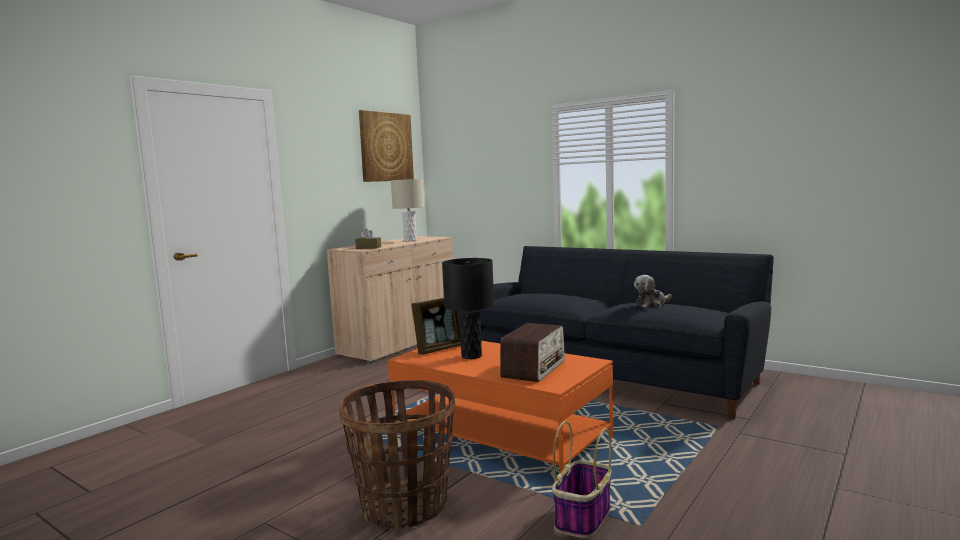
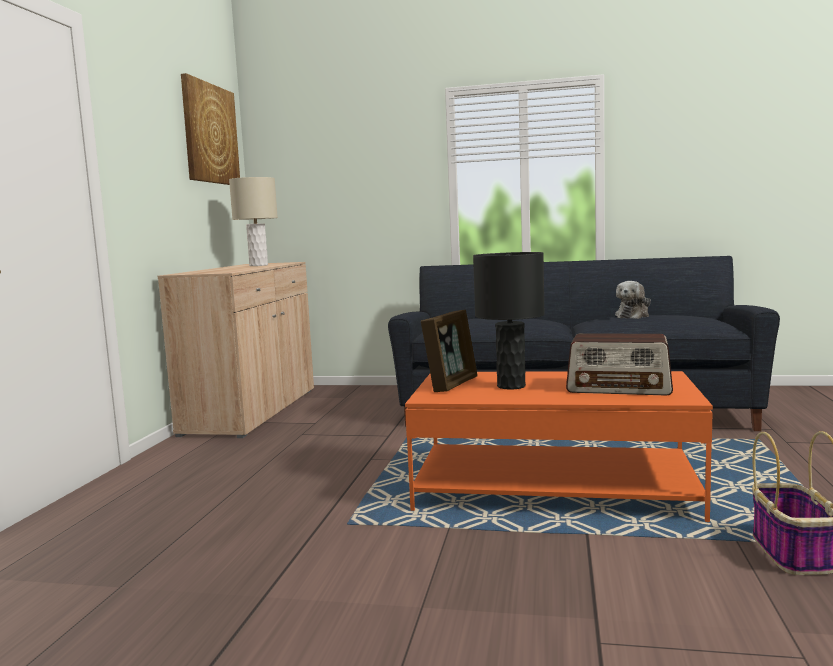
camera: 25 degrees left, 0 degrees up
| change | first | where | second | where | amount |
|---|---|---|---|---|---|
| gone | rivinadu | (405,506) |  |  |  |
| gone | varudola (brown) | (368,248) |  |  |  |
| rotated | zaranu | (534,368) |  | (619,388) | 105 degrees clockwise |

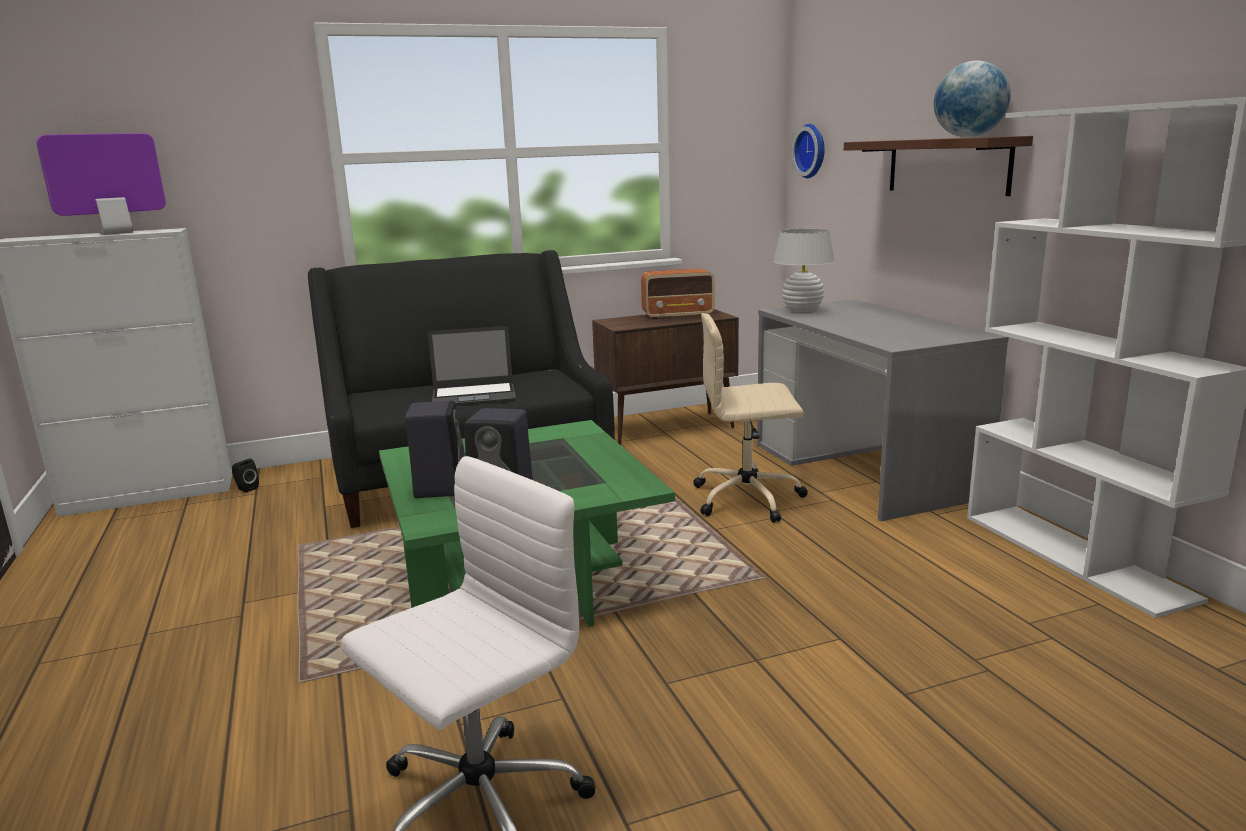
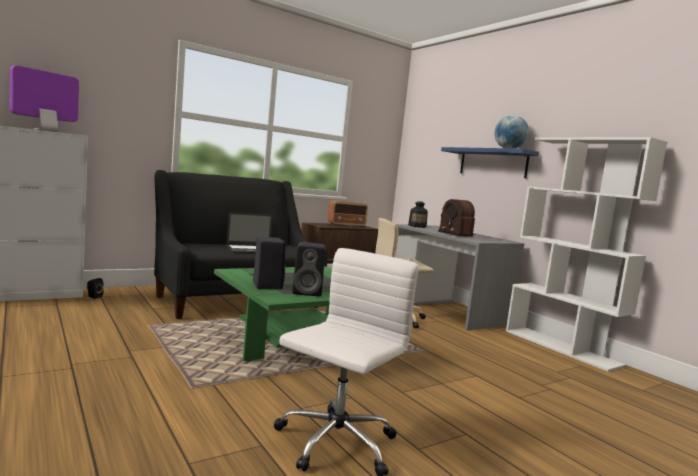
camera: 15 degrees left, 10 degrees down
| change | first | where | second | where | amount |
|---|---|---|---|---|---|
| swapped | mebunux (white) | (802,310) | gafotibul | (417,226) |  |
| gone | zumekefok | (812,151) |  |  |  |
| repainted | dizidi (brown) | (947,166) | dizidi (blue) | (493,163) |  |
| new |  |  | zaranu | (456,234) |  |

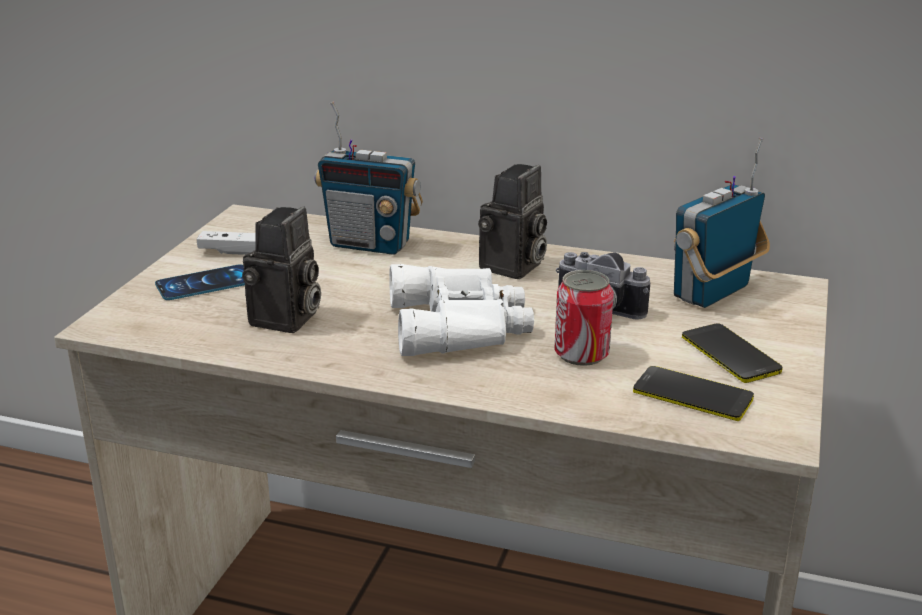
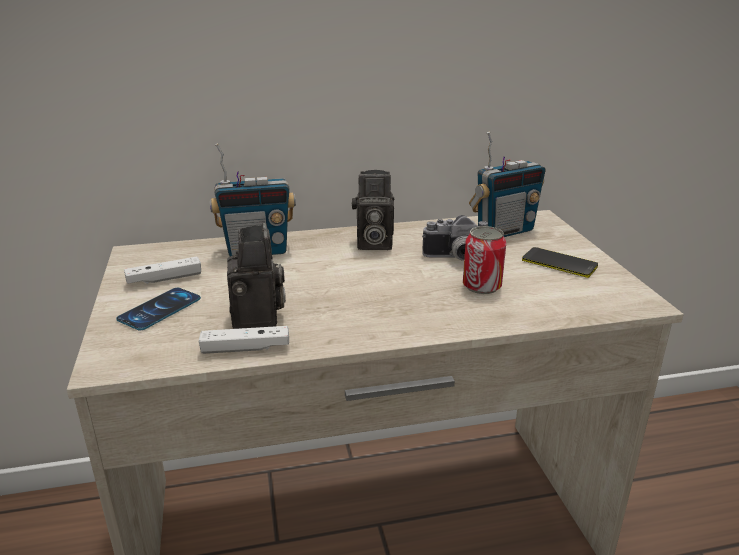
camera: 30 degrees left, 0 degrees up
| change | first | where | second | where | amount |
|---|---|---|---|---|---|
| gone | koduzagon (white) | (462,325) |  |  |  |
| rotated | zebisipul | (512,268) |  | (372,244) | 90 degrees clockwise |
| gone | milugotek | (692,395) |  |  |  |
| rotated | zaranu | (713,293) |  | (504,231) | 135 degrees counterclockwise |
| new |  |  | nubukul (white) | (245,348) |  |

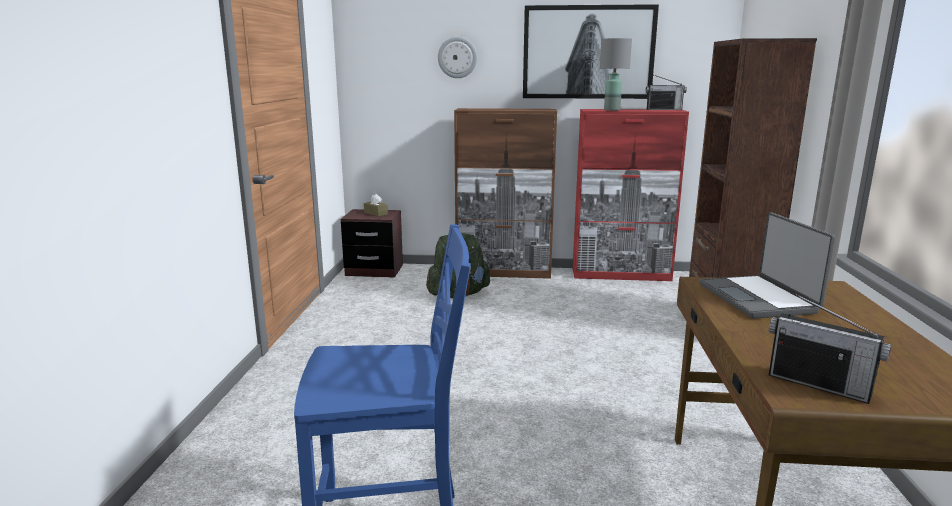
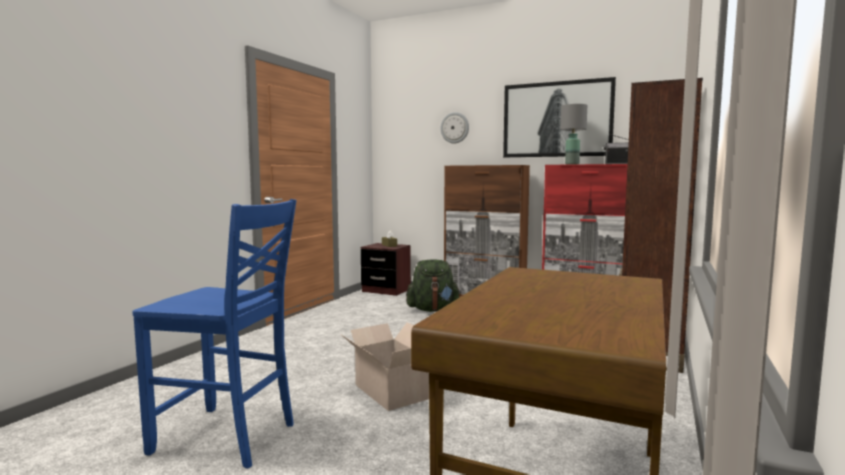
camera: 20 degrees right, 10 degrees down
| change | first | where | second | where | amount |
|---|---|---|---|---|---|
| gone | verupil | (759,298) |  |  |  |
| gone | zaranu | (819,384) |  |  |  |
| new |  |  | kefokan | (391,390) |  |

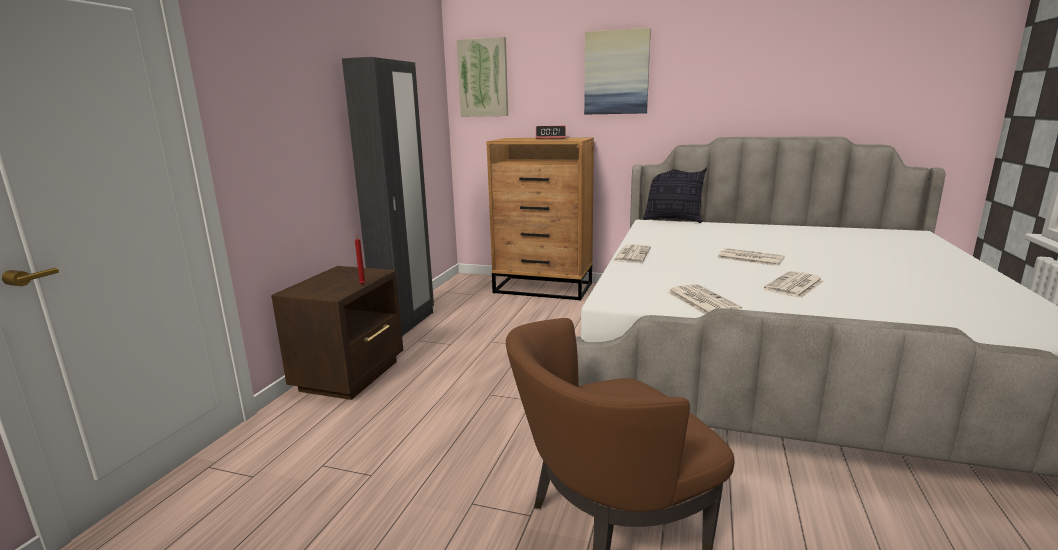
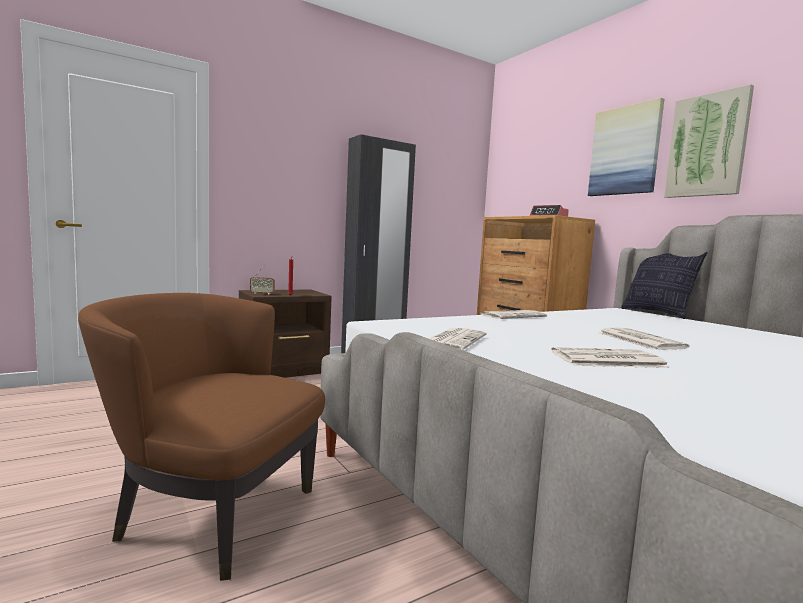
camera: 40 degrees right, 10 degrees down
| change | first | where | second | where | amount |
|---|---|---|---|---|---|
| shifted | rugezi | (483,78) |  | (707,145) |  |
| new |  |  | zaranu | (262,293) |  |

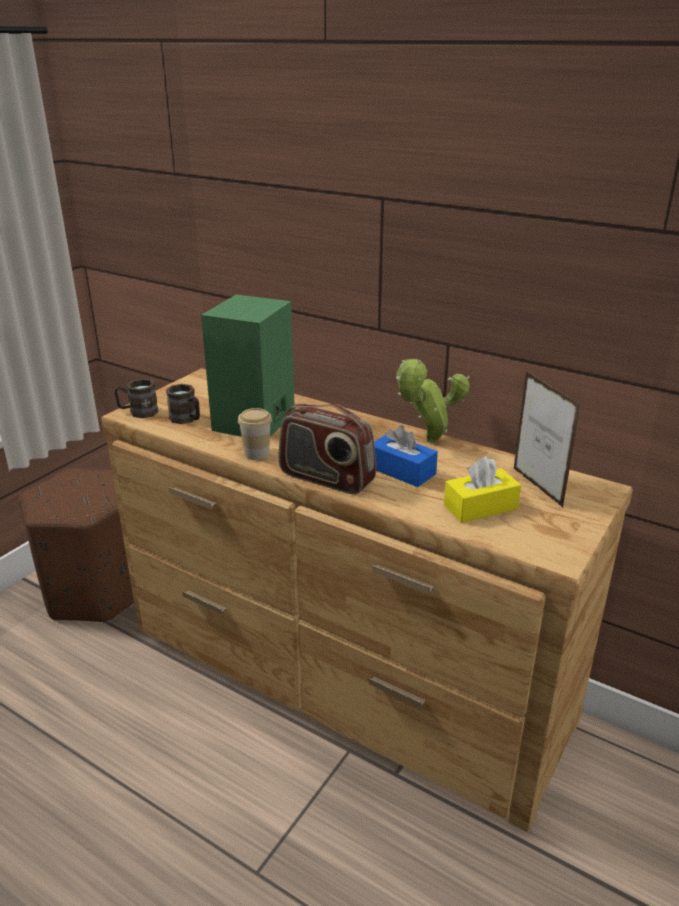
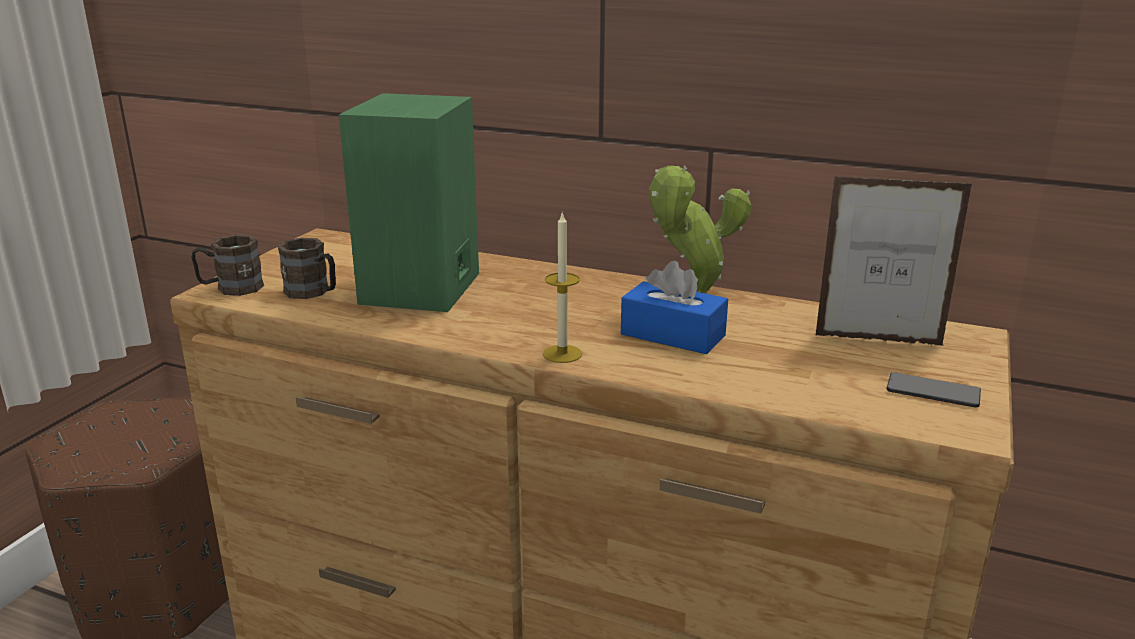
camera: 10 degrees left, 5 degrees down
| change | first | where | second | where | amount |
|---|---|---|---|---|---|
| gone | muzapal | (256,453) |  |  |  |
| swapped | zaranu | (326,478) | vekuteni | (562,354) |  |
| gone | varudola (yellow) | (480,507) |  |  |  |
| rotated | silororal | (536,487) |  | (878,340) | 135 degrees clockwise |
| new |  |  | milugotek | (933,392) |  |

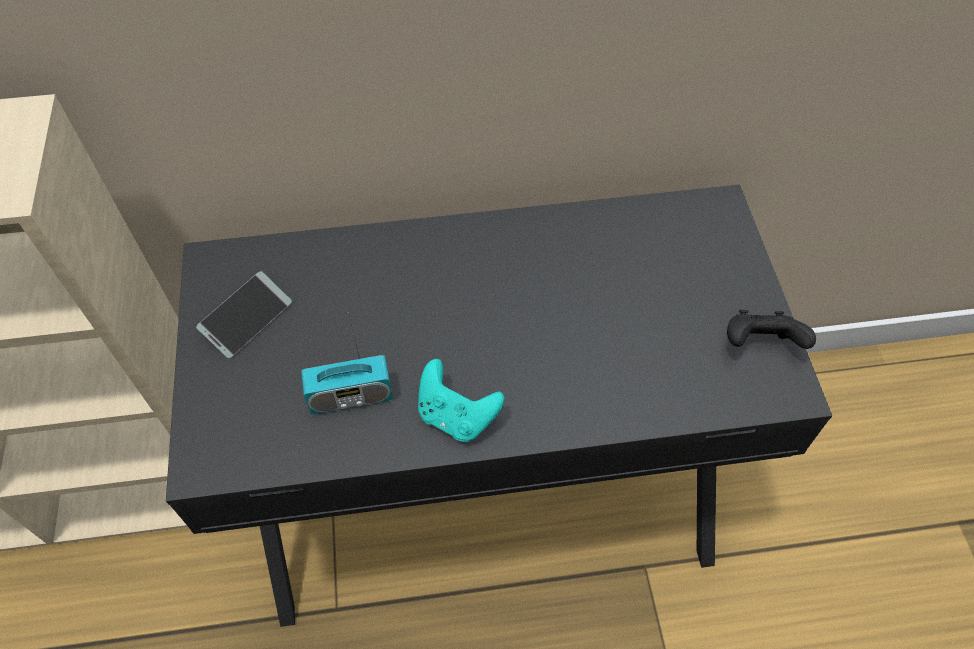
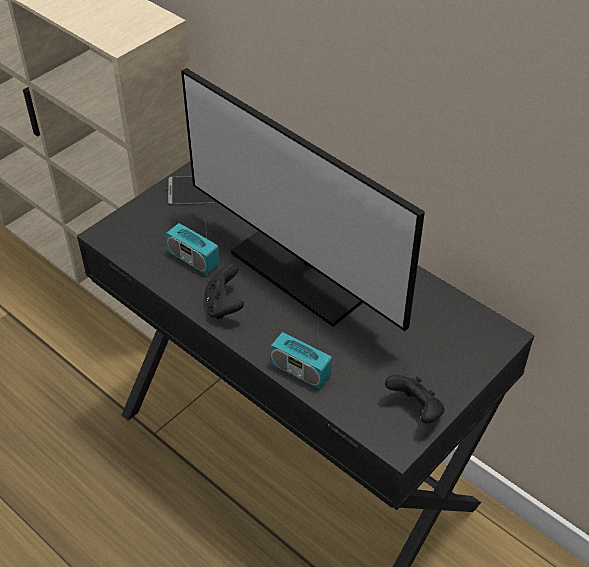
camera: 50 degrees right, 10 degrees down
| change | first | where | second | where | amount |
|---|---|---|---|---|---|
| repainted | nubukul (turquoise) | (456,416) | nubukul (black) | (224,306) |  |
| new |  |  | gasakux | (303,272) |  |
| new |  |  | zaranu | (300,371) |  |

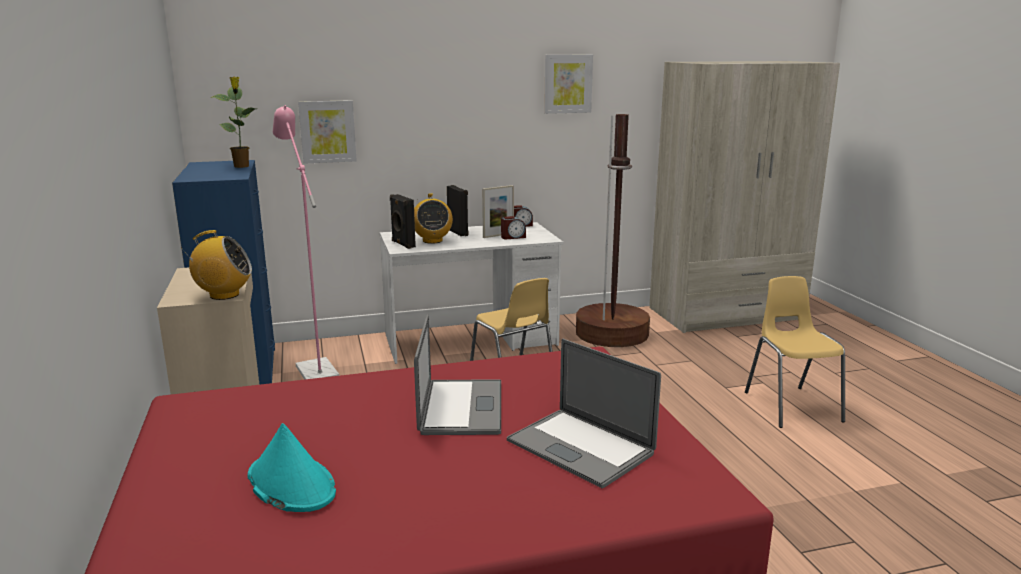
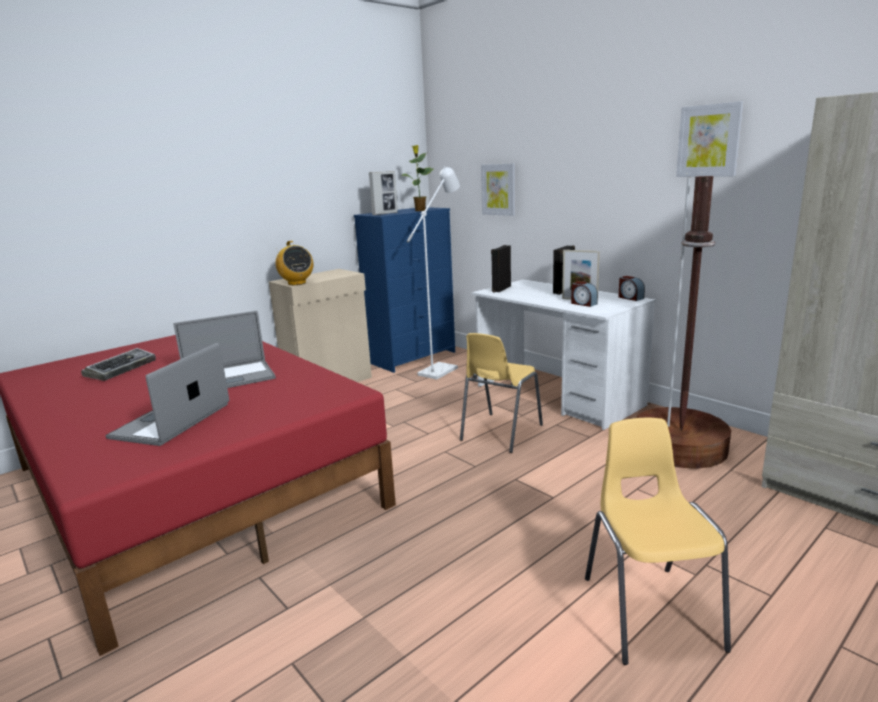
camera: 65 degrees right, 0 degrees up
| change | first | where | second | where | amount |
|---|---|---|---|---|---|
| swapped | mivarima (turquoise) | (290,484) | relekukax | (121,369) |  |
| repainted | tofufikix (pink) | (314,368) | tofufikix (white) | (442,369) |  |
| gone | zaranu | (432,240) |  |  |  |
| rotated | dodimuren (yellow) | (791,406) |  | (649,611) | 60 degrees counterclockwise |
| new |  |  | silororal | (385,214) |  |

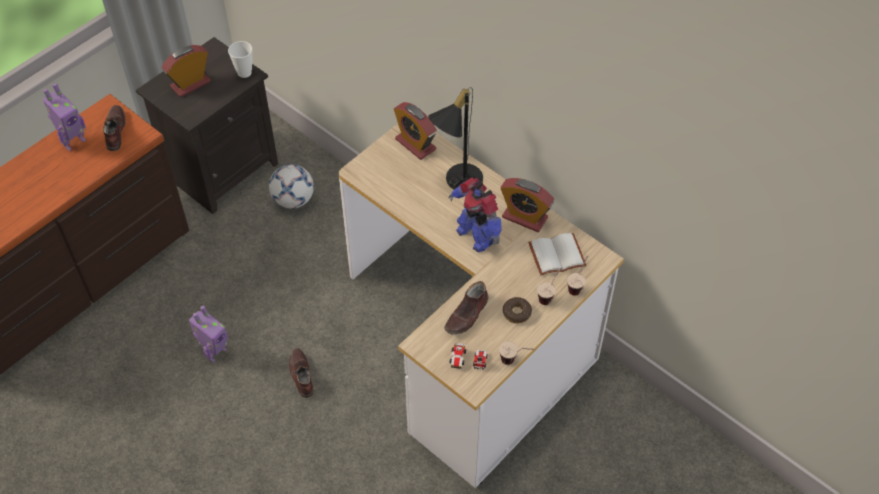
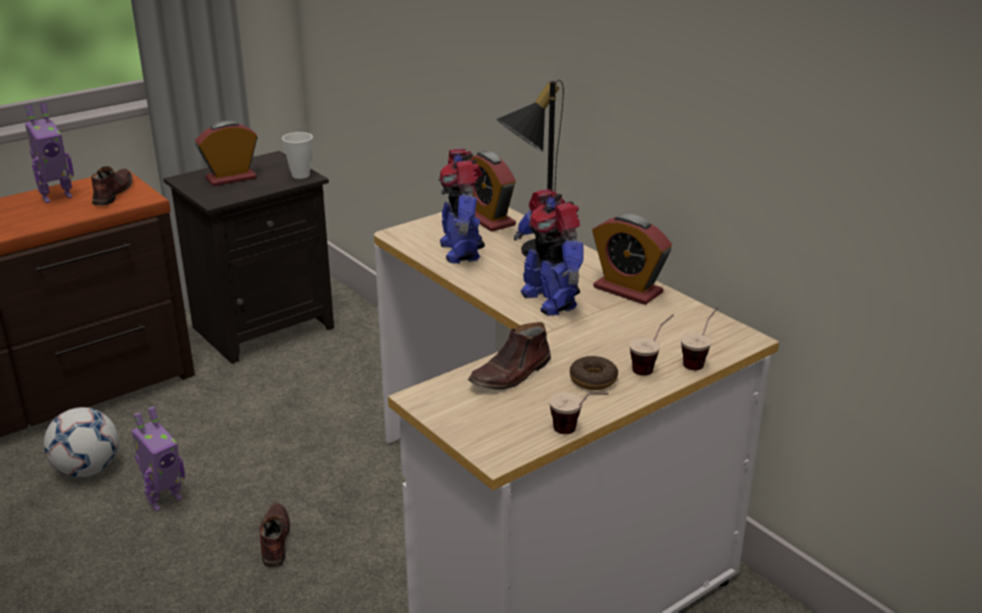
camera: 10 degrees right, 25 degrees down
| change | first | where | second | where | amount |
|---|---|---|---|---|---|
| shifted | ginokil | (293,200) |  | (87,470) |  |
| gone | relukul | (468,360) |  |  |  |
| gone | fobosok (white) | (557,253) |  |  |  |
| new |  |  | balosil | (461,251) |  |

